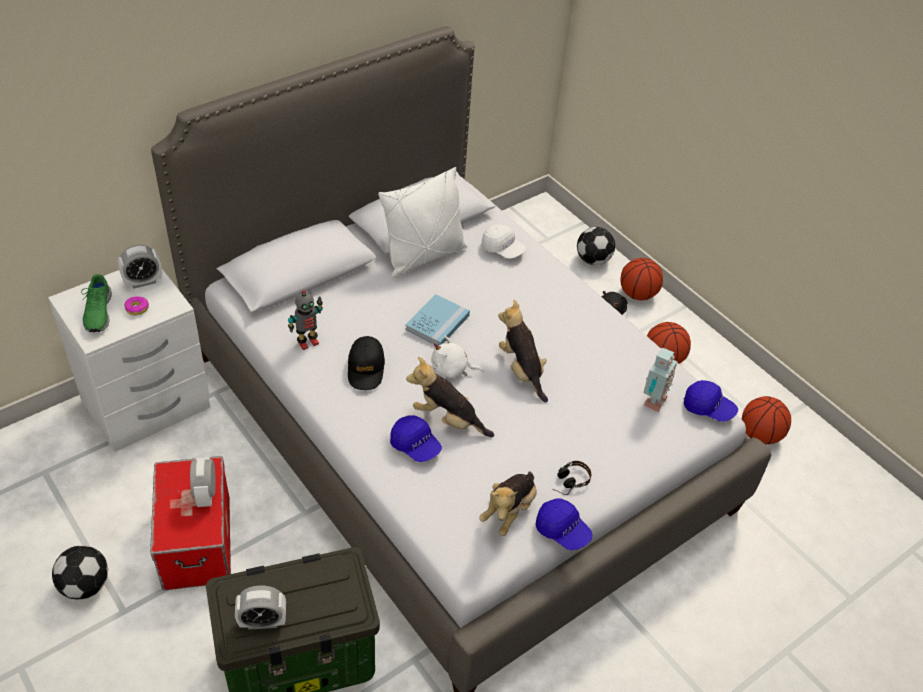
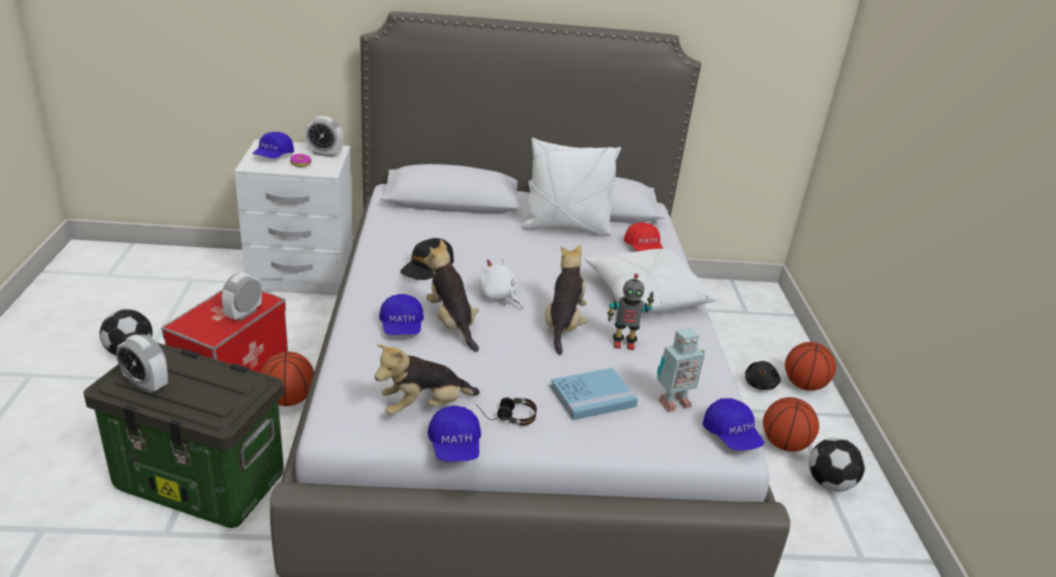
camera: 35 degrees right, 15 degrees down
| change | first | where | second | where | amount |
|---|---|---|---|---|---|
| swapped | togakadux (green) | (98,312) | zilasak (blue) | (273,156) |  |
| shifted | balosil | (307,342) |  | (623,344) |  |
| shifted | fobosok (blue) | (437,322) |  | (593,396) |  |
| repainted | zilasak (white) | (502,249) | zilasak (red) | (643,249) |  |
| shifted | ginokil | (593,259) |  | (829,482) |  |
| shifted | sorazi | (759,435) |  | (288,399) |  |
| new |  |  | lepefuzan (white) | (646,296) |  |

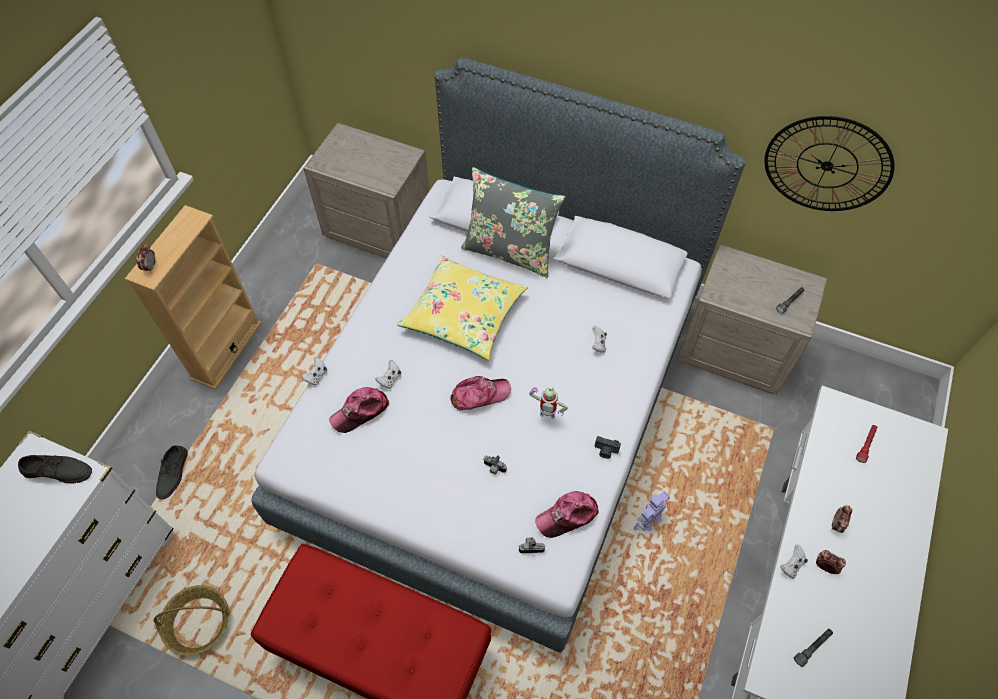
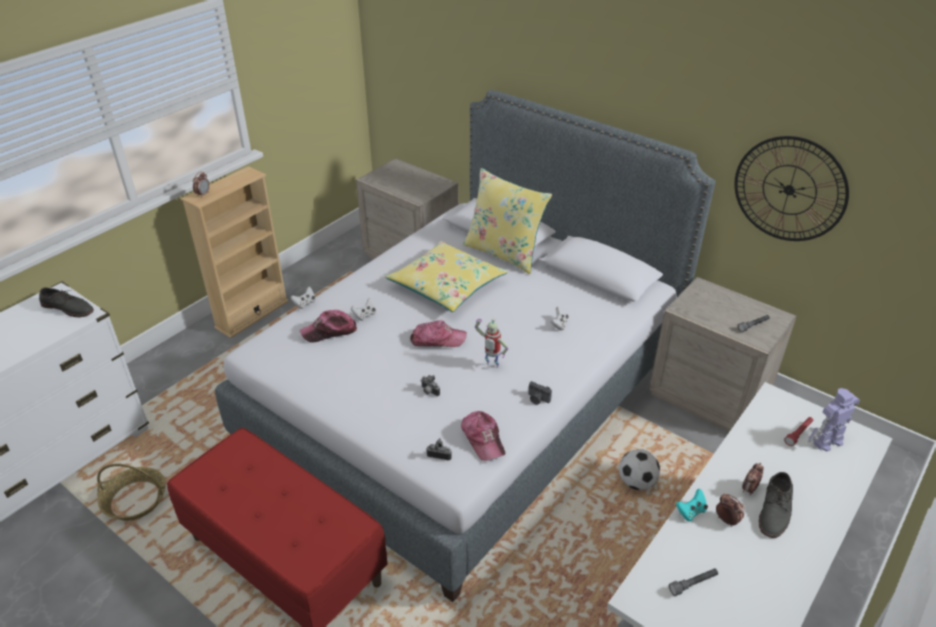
camera: 15 degrees right, 20 degrees down
| change | first | where | second | where | amount |
|---|---|---|---|---|---|
| shifted | togakadux (grey) | (173,473) |  | (775,510) |  |
| repainted | lepefuzan (grey) | (510,251) | lepefuzan (yellow) | (504,252) |  |
| rotated | zilasak | (567,516) |  | (483,439) | 105 degrees counterclockwise |
| shifted | balosil | (648,520) |  | (826,441) |  |
| repainted | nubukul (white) | (791,565) | nubukul (turquoise) | (691,512) |  |
| new |  |  | ginokil | (636,482) |  |

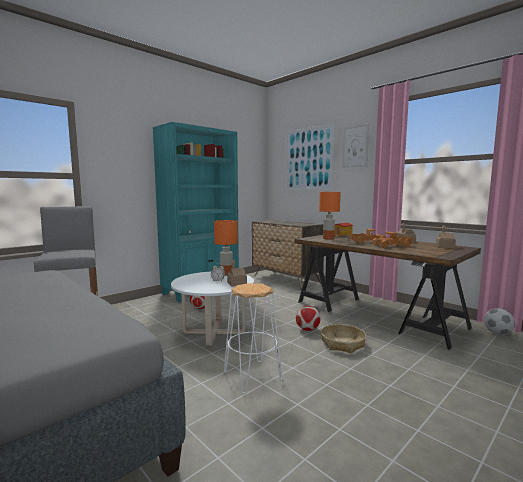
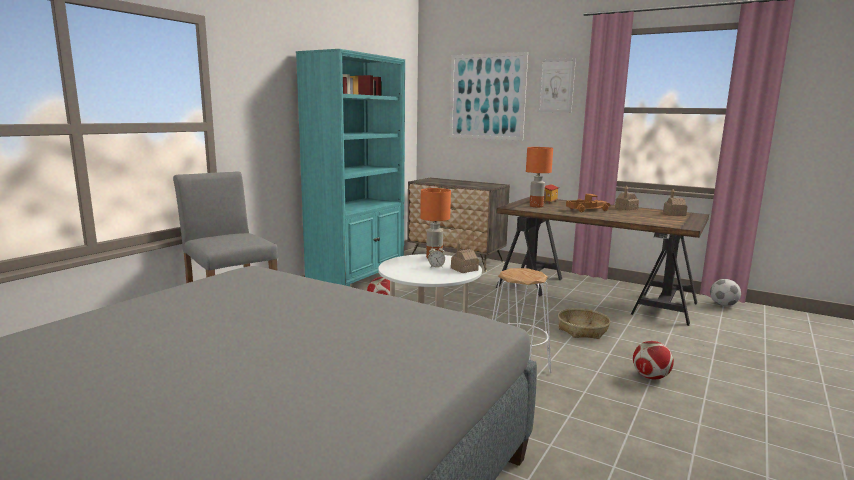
camera: 15 degrees left, 5 degrees up
| change | first | where | second | where | amount |
|---|---|---|---|---|---|
| shifted | ginokil | (307,329) |  | (650,377) |  |
| gone | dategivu | (392,246) |  |  |  |

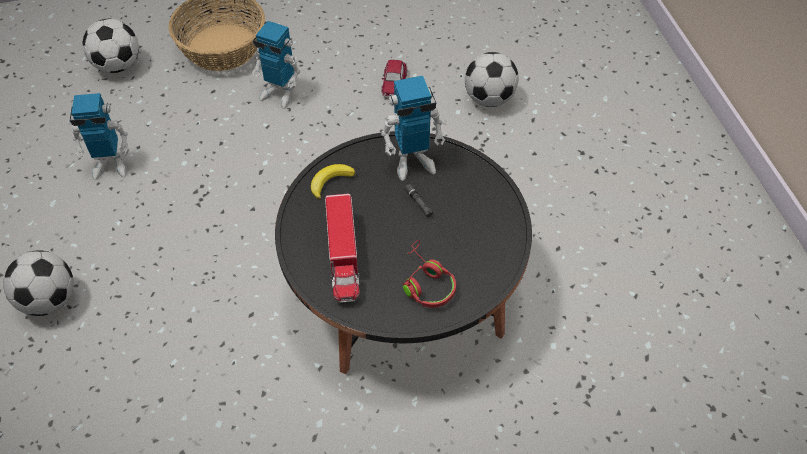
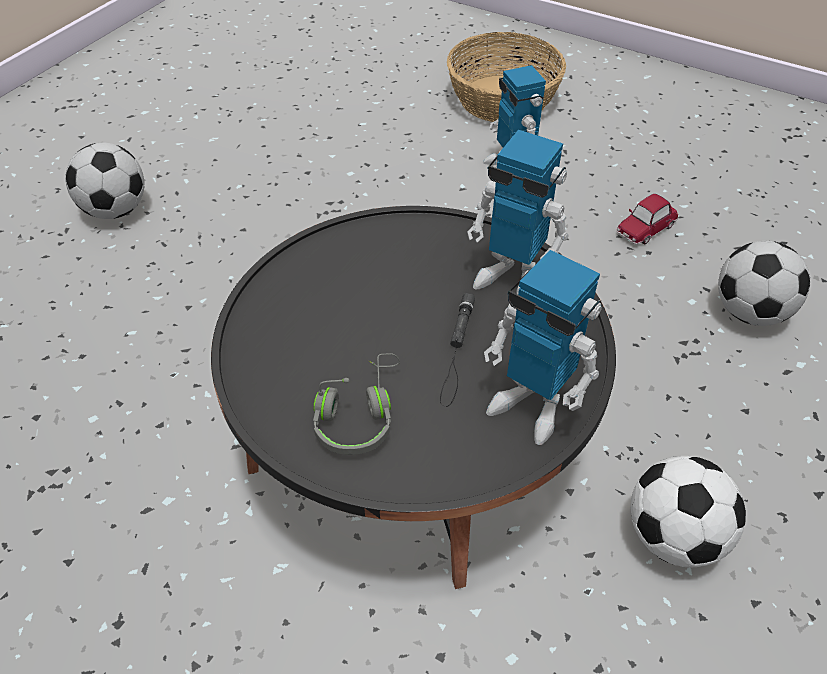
camera: 45 degrees right, 5 degrees down
| change | first | where | second | where | amount |
|---|---|---|---|---|---|
| shifted | balosil | (110,165) |  | (531,405) |  |
| shifted | ginokil | (118,65) |  | (674,537) |  |
| gone | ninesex | (330,182) |  |  |  |
| gone | dategivu | (343,255) |  |  |  |
| repainted | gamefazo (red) | (426,282) | gamefazo (grey) | (358,415) |  |

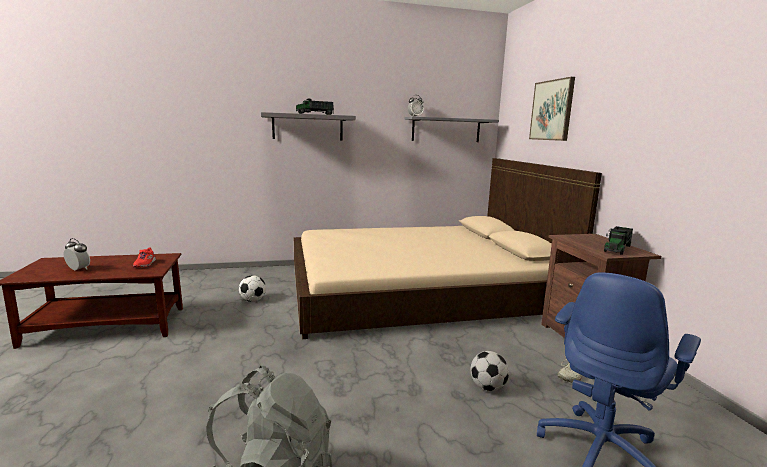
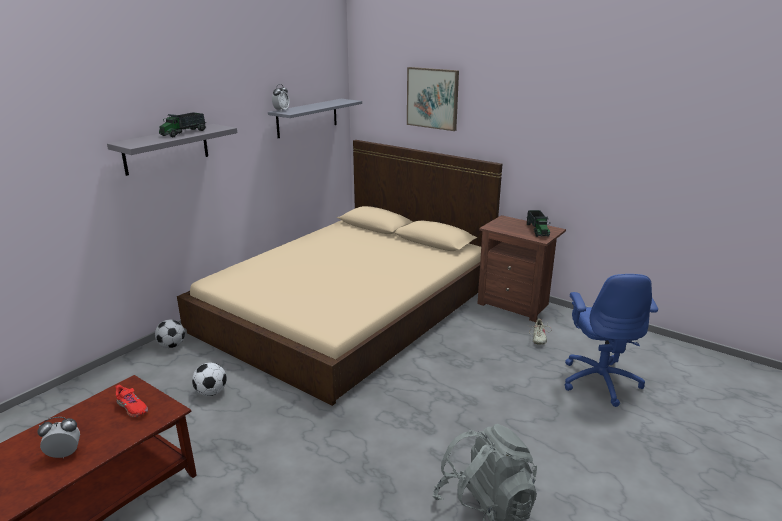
camera: 40 degrees left, 10 degrees up
| change | first | where | second | where | amount |
|---|---|---|---|---|---|
| shifted | ginokil | (488,387) |  | (172,346) |  |

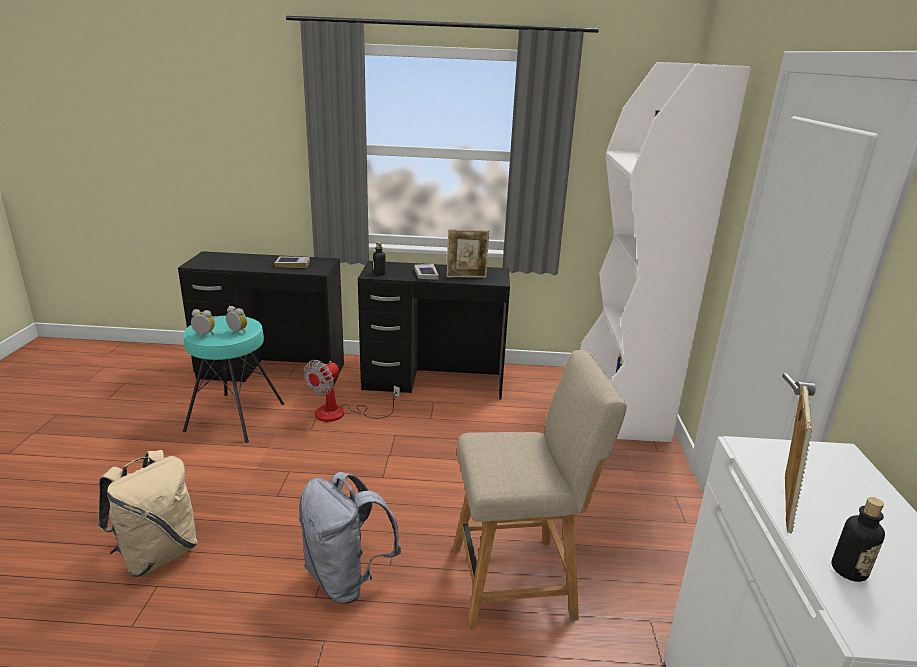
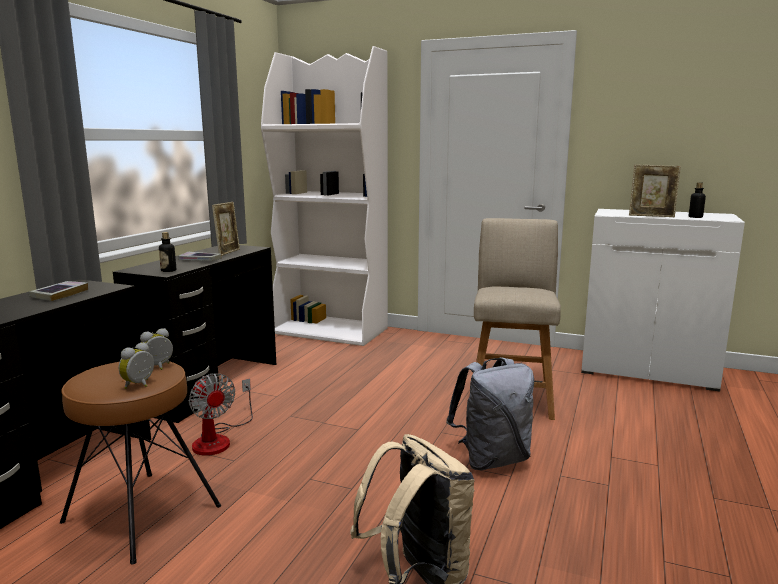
camera: 70 degrees left, 10 degrees down
| change | first | where | second | where | amount |
|---|---|---|---|---|---|
| repainted | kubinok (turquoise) | (234,417) | kubinok (brown) | (141,514) |  |
| rotated | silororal | (783,502) |  | (651,216) | 150 degrees clockwise |

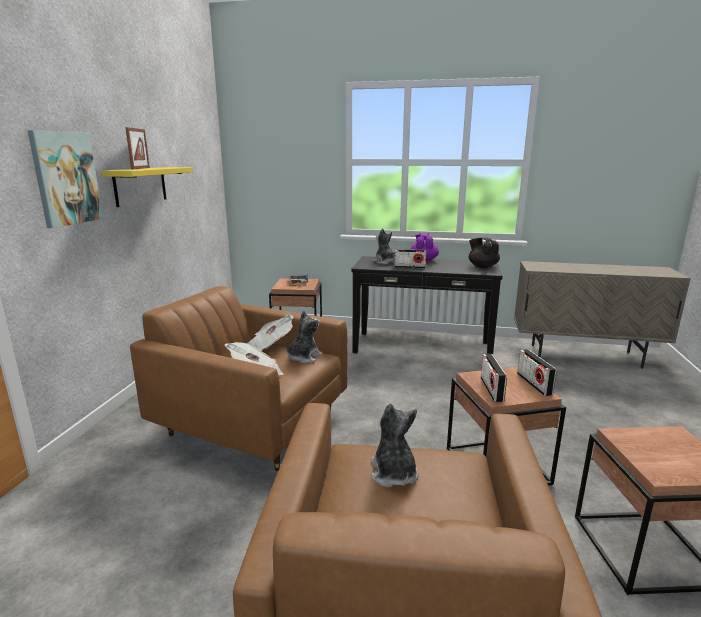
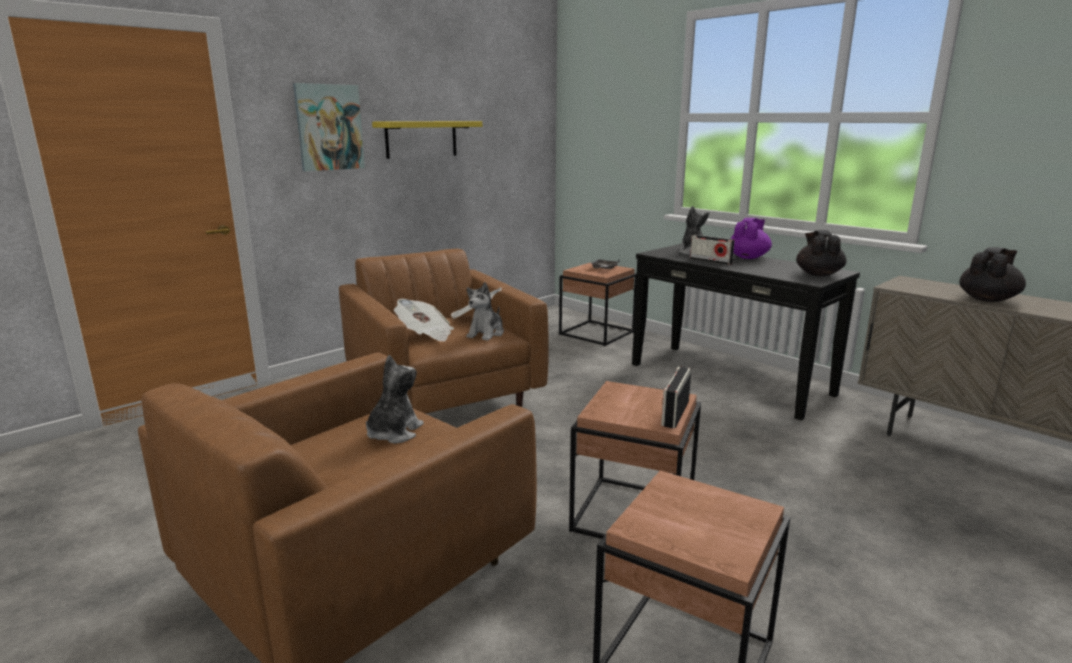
camera: 35 degrees right, 0 degrees up
| change | first | where | second | where | amount |
|---|---|---|---|---|---|
| gone | silororal | (140,168) |  |  |  |
| rotated | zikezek | (303,357) |  | (486,333) | 135 degrees clockwise |
| gone | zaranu | (491,389) |  |  |  |
| new |  |  | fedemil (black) | (988,299) |  |

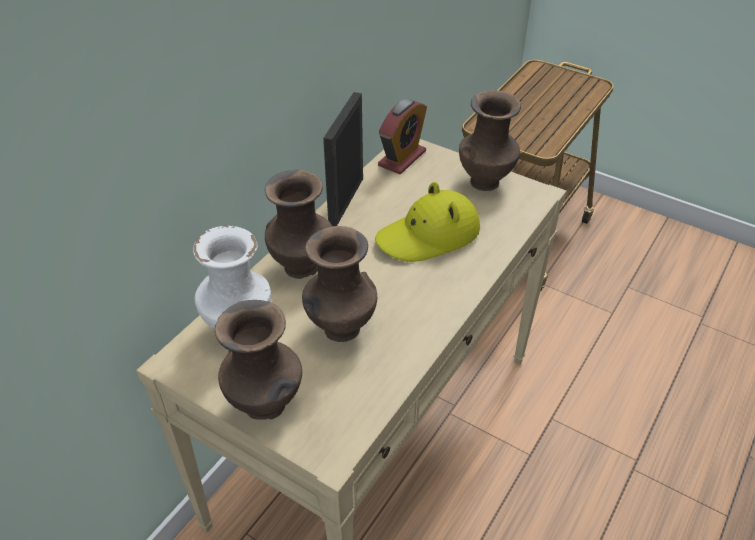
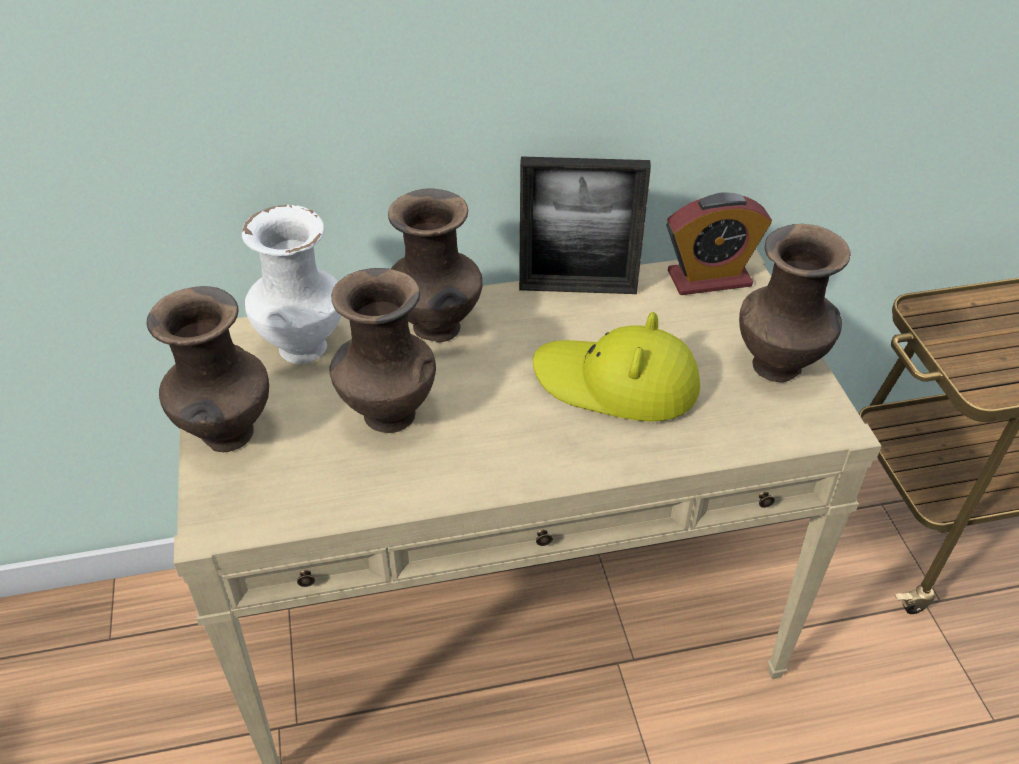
camera: 45 degrees right, 0 degrees up
| change | first | where | second | where | amount |
|---|---|---|---|---|---|
| rotated | silororal | (346,201) |  | (577,288) | 150 degrees counterclockwise |

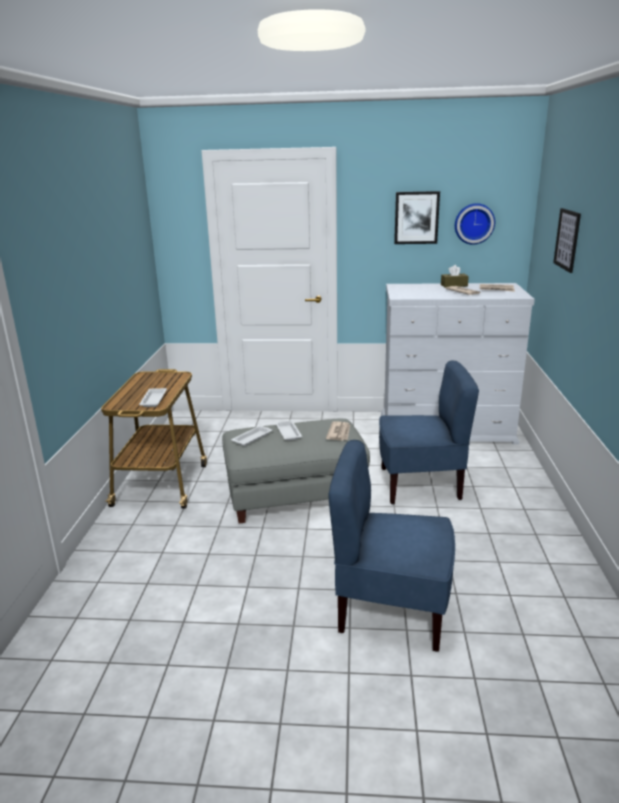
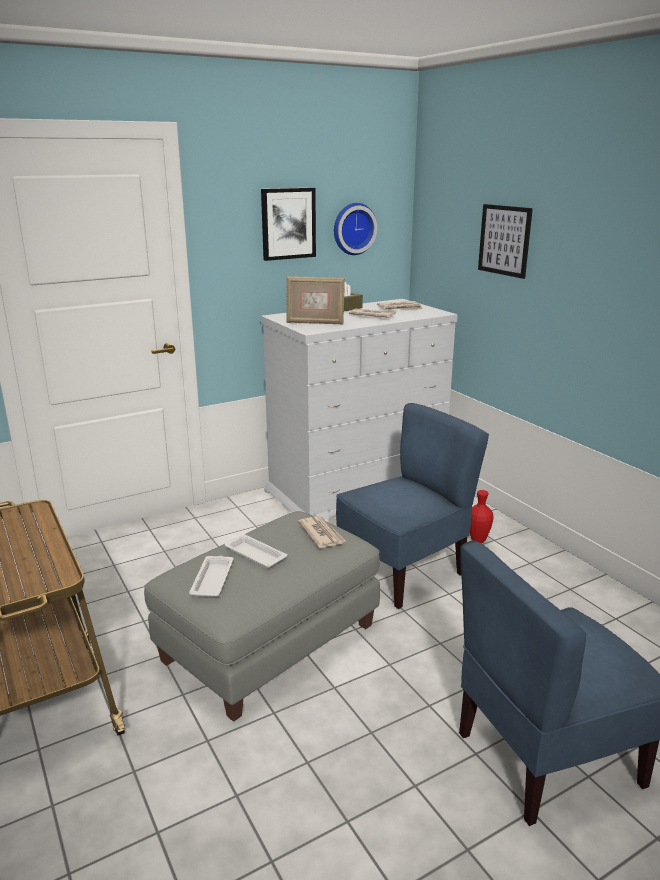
camera: 35 degrees left, 0 degrees up
| change | first | where | second | where | amount |
|---|---|---|---|---|---|
| gone | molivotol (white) | (154,399) |  |  |  |
| new |  |  | silororal | (315,323) |  |
| new |  |  | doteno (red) | (478,540) |  |

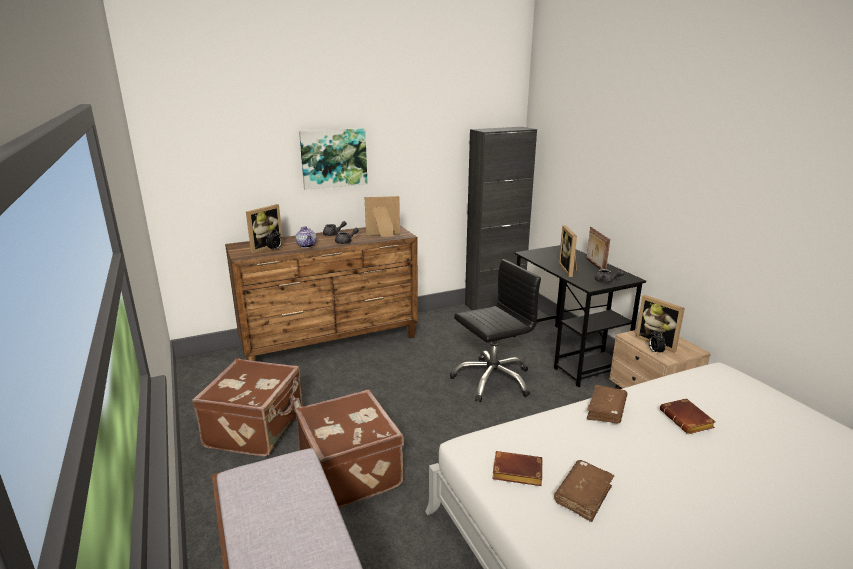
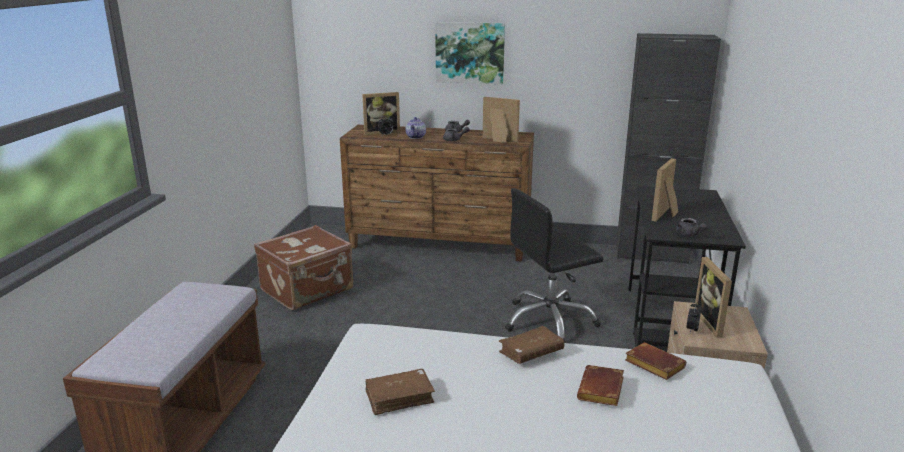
camera: 35 degrees right, 0 degrees up
| change | first | where | second | where | amount |
|---|---|---|---|---|---|
| gone | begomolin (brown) | (352,471) |  |  |  |
| rotated | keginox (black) | (492,380) |  | (549,321) | 150 degrees clockwise |
| shifted | fobosok (brown) | (515,473) |  | (652,365) |  |
| gone | silororal | (595,266) |  |  |  |

